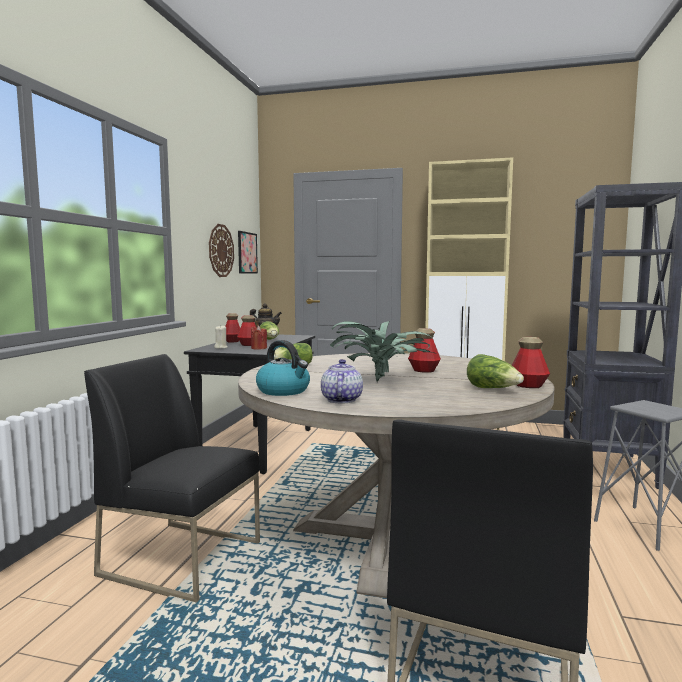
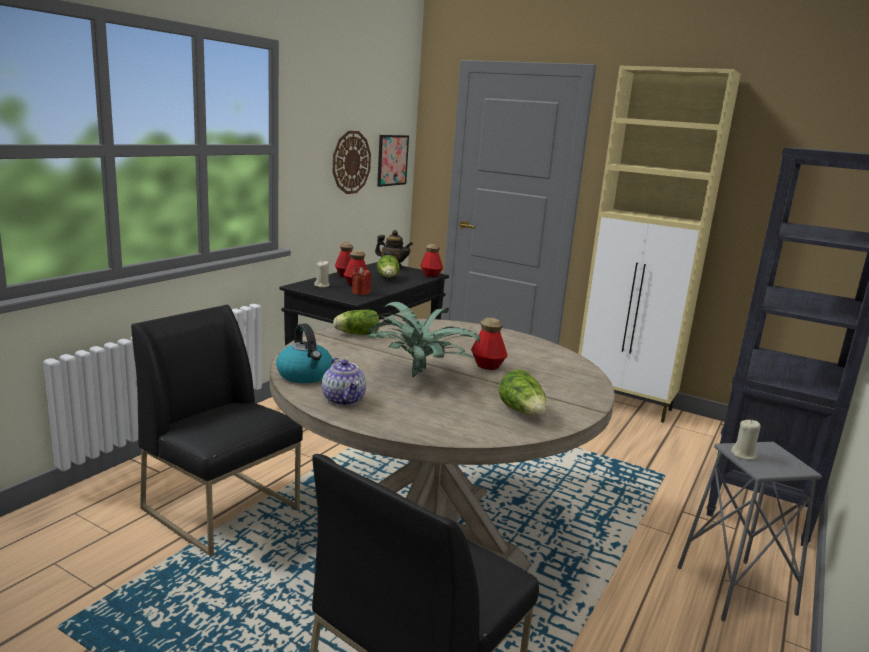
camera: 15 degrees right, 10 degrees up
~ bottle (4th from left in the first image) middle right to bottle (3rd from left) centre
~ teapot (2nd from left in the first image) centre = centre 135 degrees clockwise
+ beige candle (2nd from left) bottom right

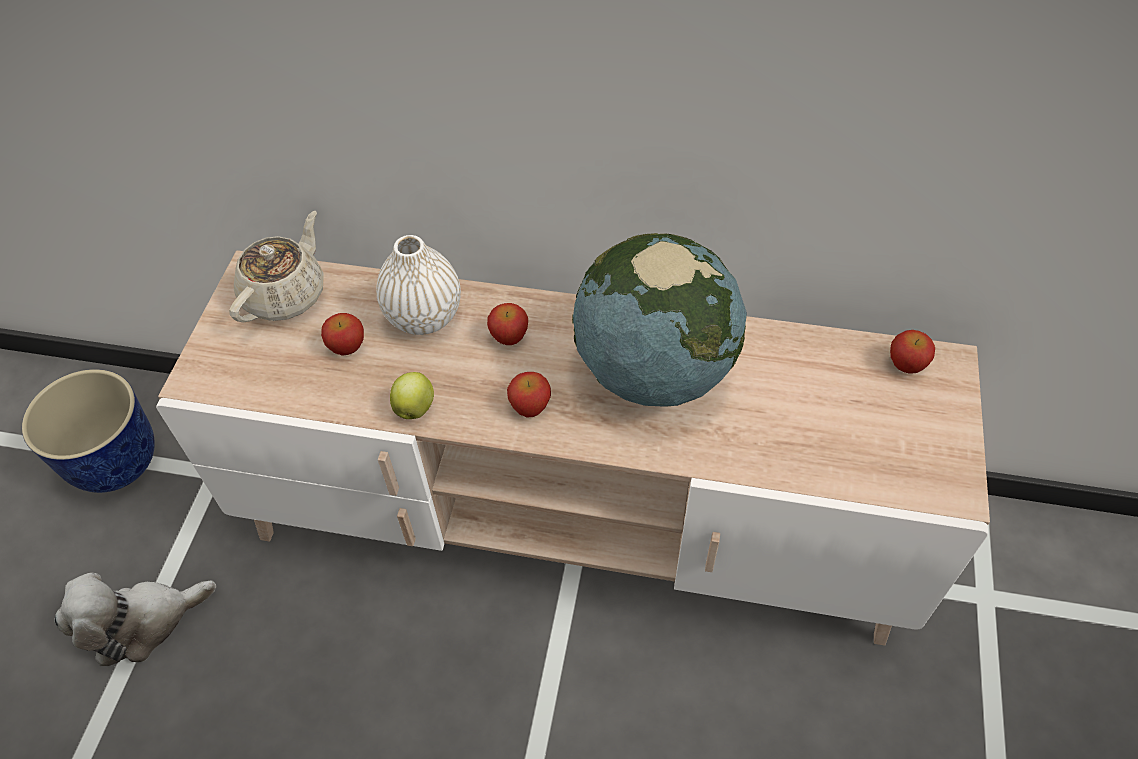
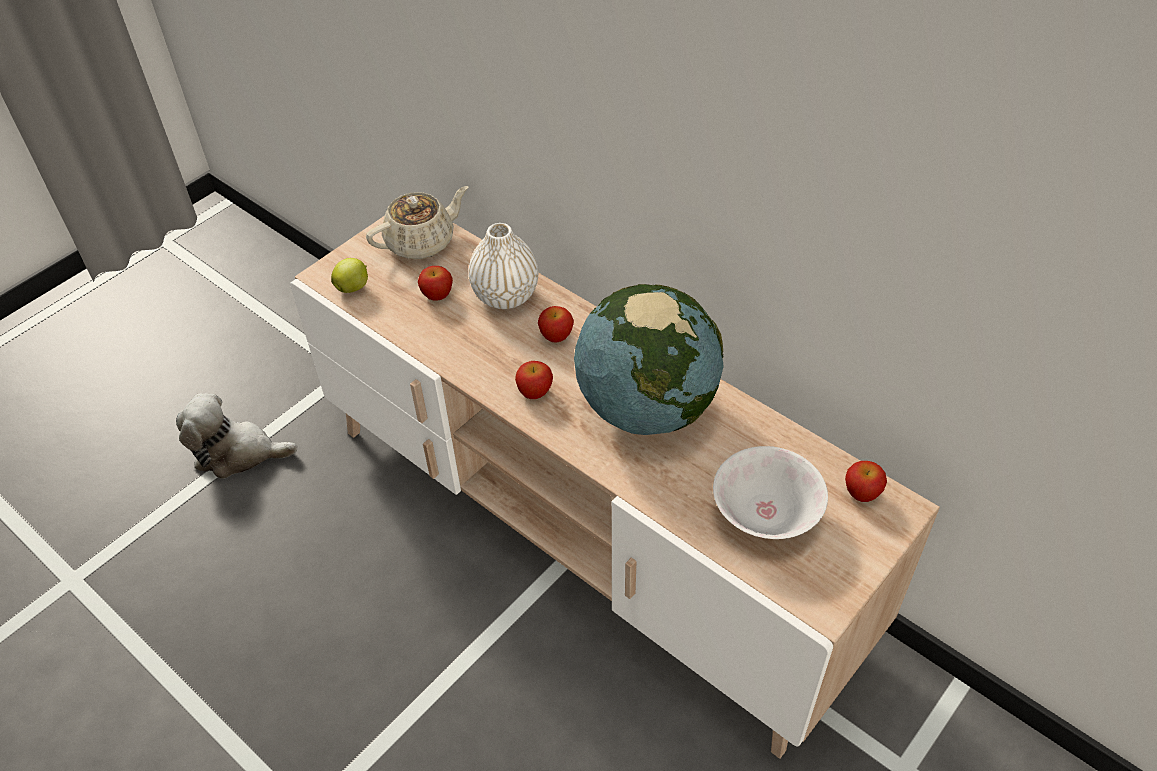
camera: 30 degrees right, 5 degrees down
- planter middle left
~ apple (2nd from left in the first image) centre to apple (1st from left) middle left
+ white bowl centre

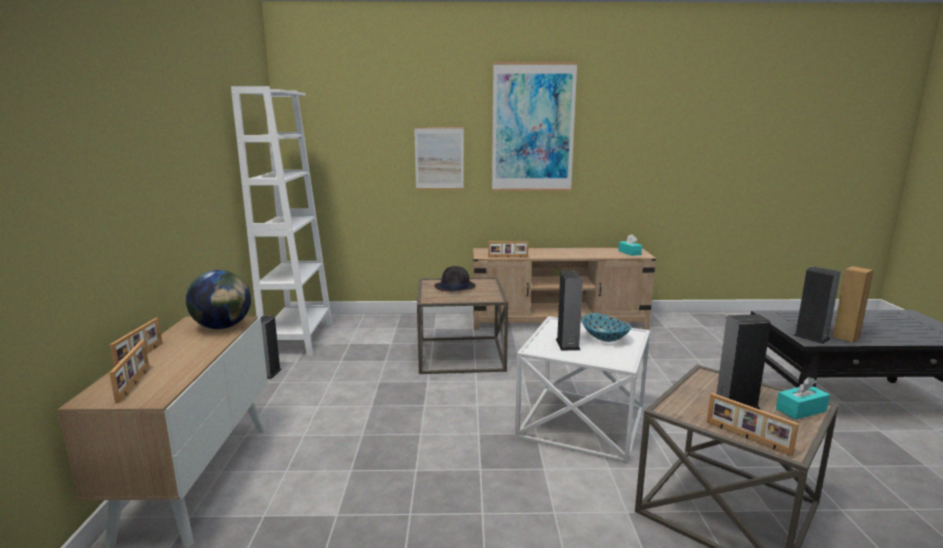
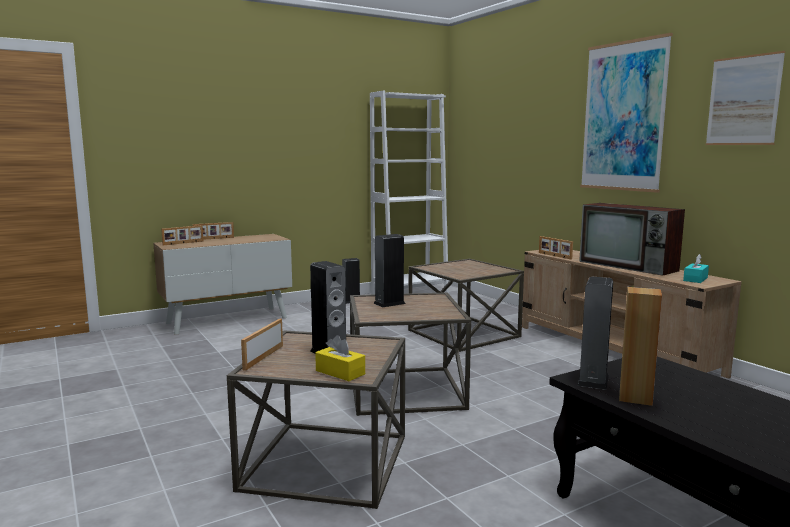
camera: 60 degrees right, 5 degrees down
~ picture (1st from left in the first image) top centre to picture (2nd from left) top right
- black hat centre
- globe middle left
- bowl centre
~ white side table bottom centre to brown side table (2nd from left) bottom centre
~ turquoise tissue box (2nd from left) bottom right to yellow tissue box bottom centre
+ television middle right

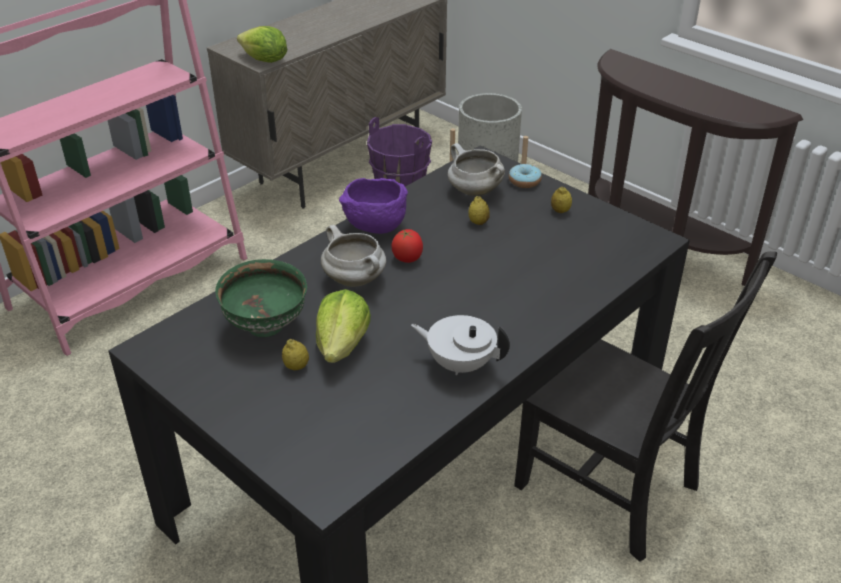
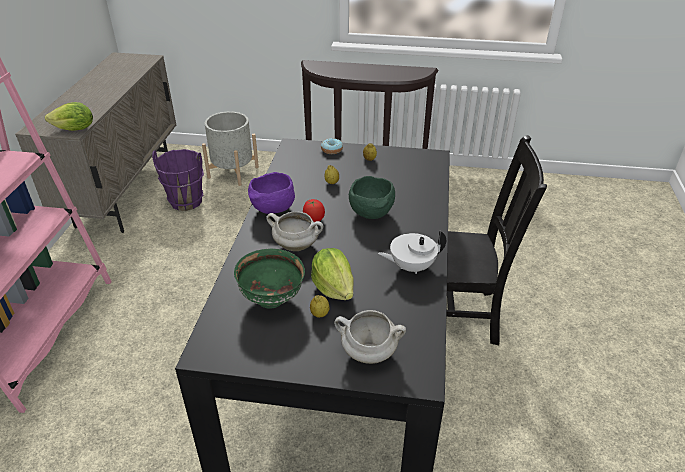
camera: 35 degrees left, 0 degrees up
~ white cooking pot (2nd from left) top centre to bottom centre
+ green bowl (2nd from left) centre

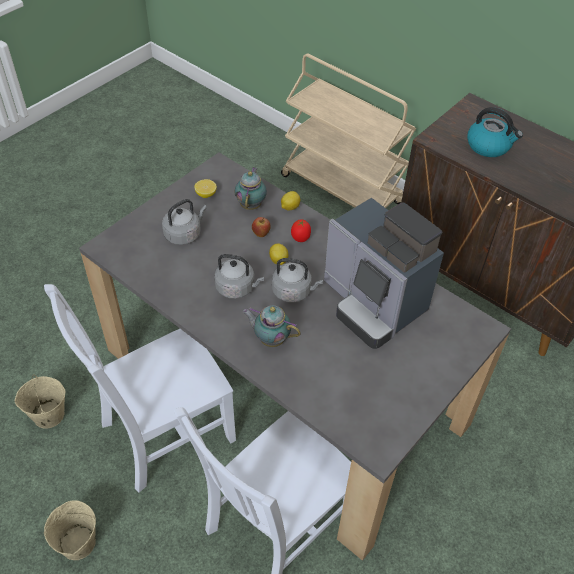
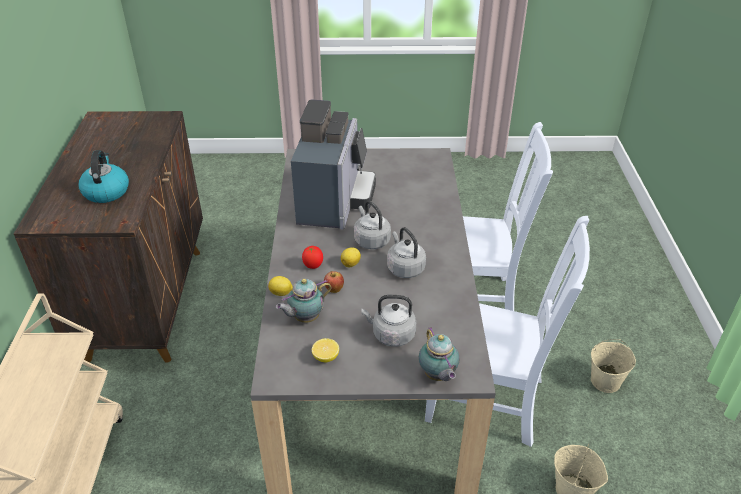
camera: 130 degrees left, 10 degrees down
~ teapot (2nd from left) centre to bottom centre

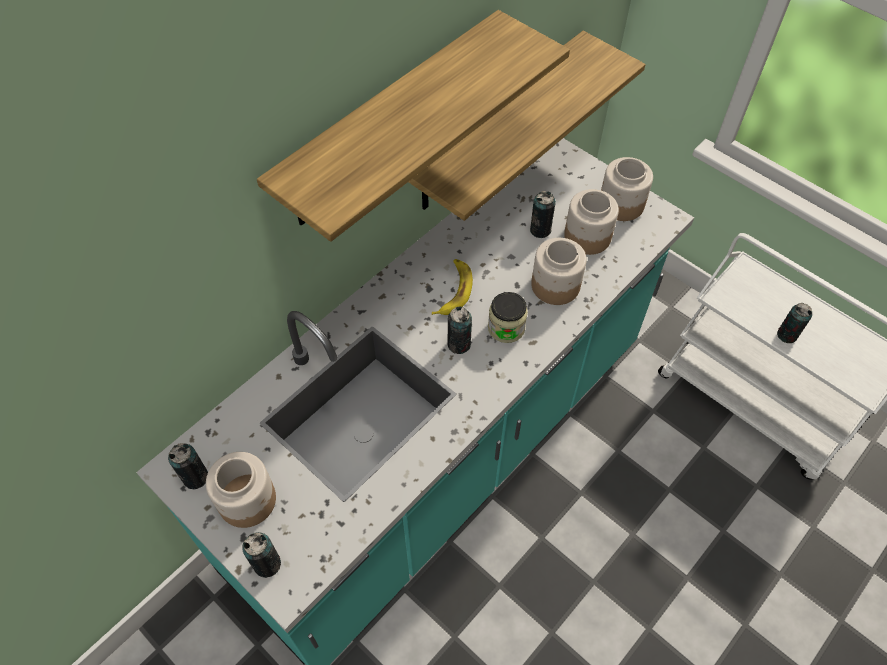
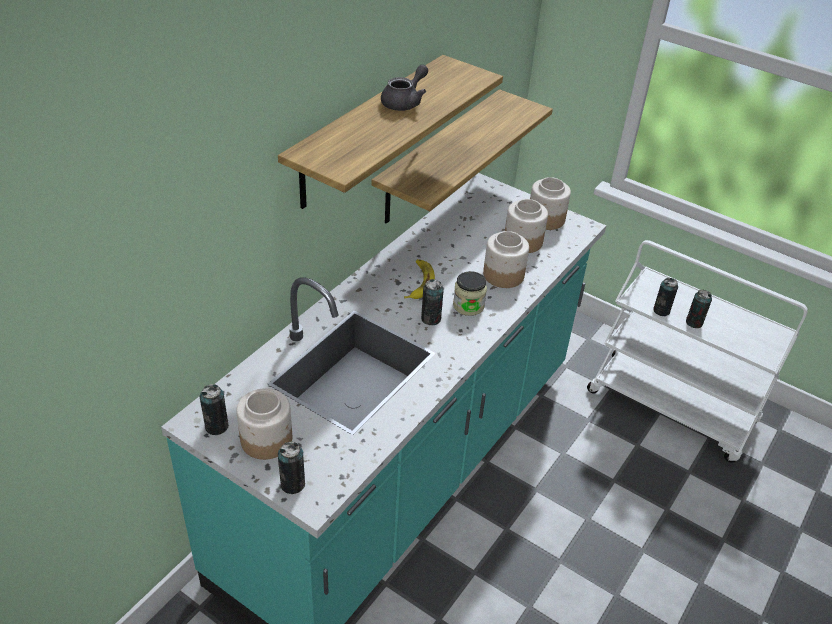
camera: 10 degrees left, 15 degrees down
~ can (4th from left) top centre to middle right
+ grey teapot top centre

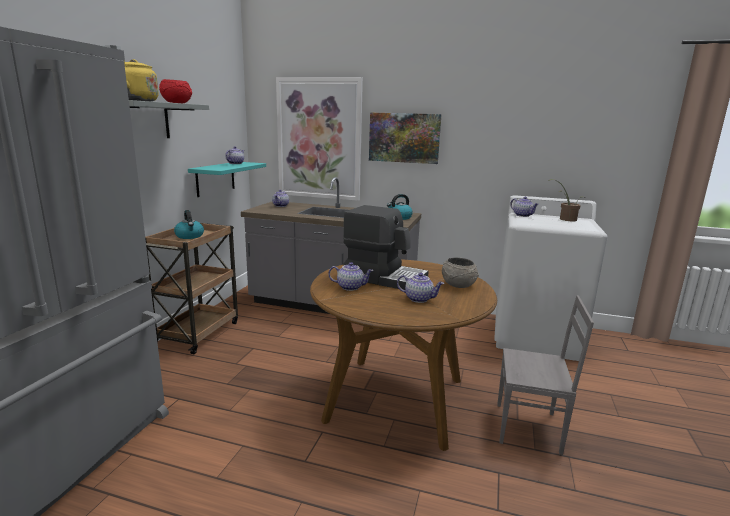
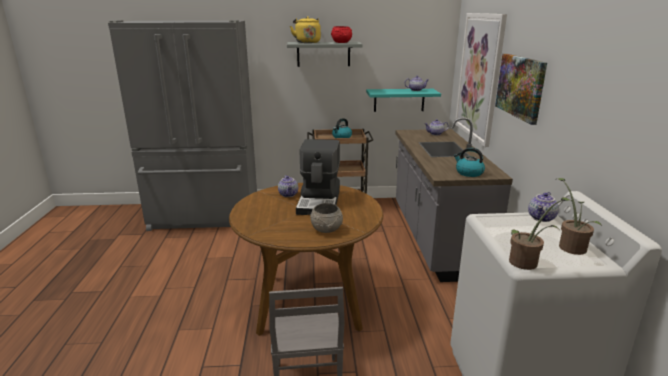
camera: 70 degrees right, 5 degrees up
- teapot (4th from left) centre
+ potted plant (1st from left) middle right

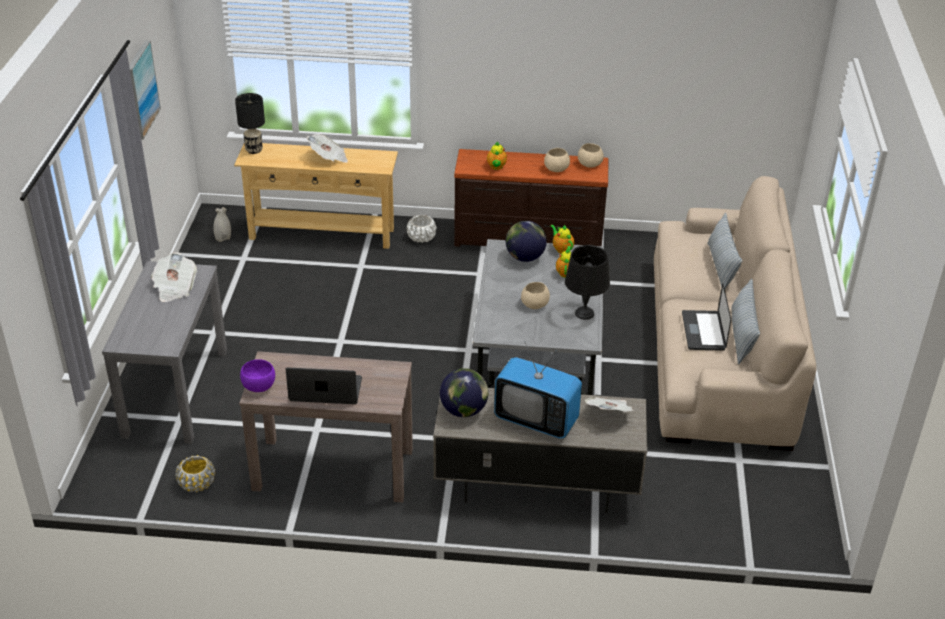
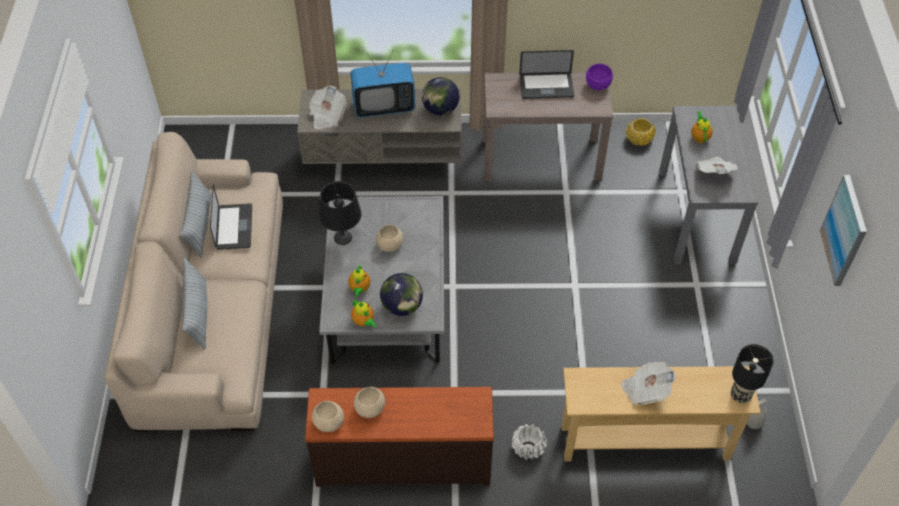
camera: 175 degrees right, 15 degrees up
~ teapot (1st from left in the first image) top centre to teapot (3rd from left) top right
~ television centre = top centre 150 degrees clockwise

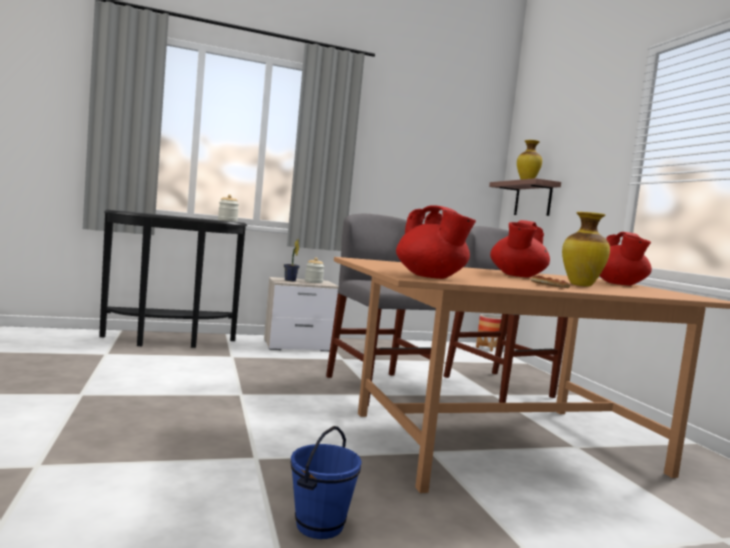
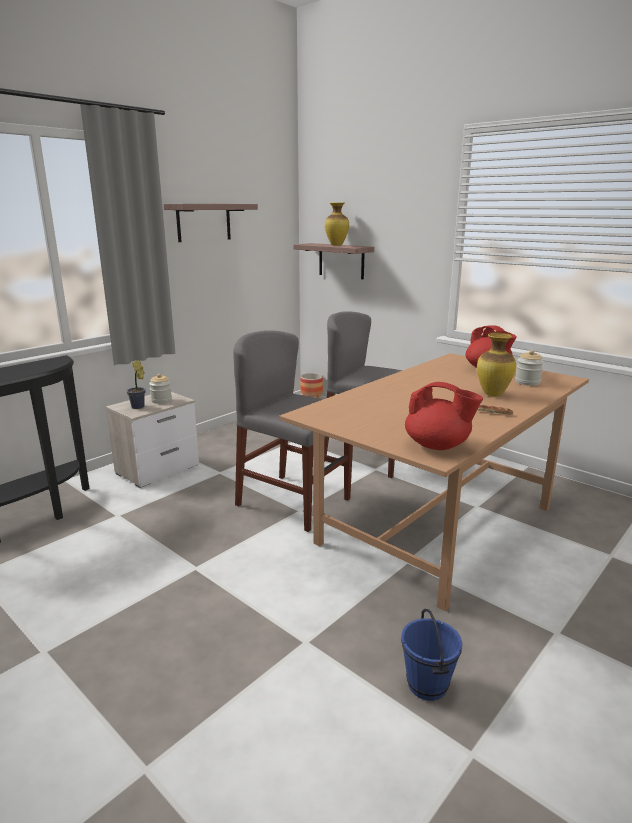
camera: 30 degrees left, 15 degrees up
~ jar (1st from left in the first image) middle left to jar (2nd from left) middle right
- red teapot (2nd from left) middle right
+ shelf (1st from left) top centre

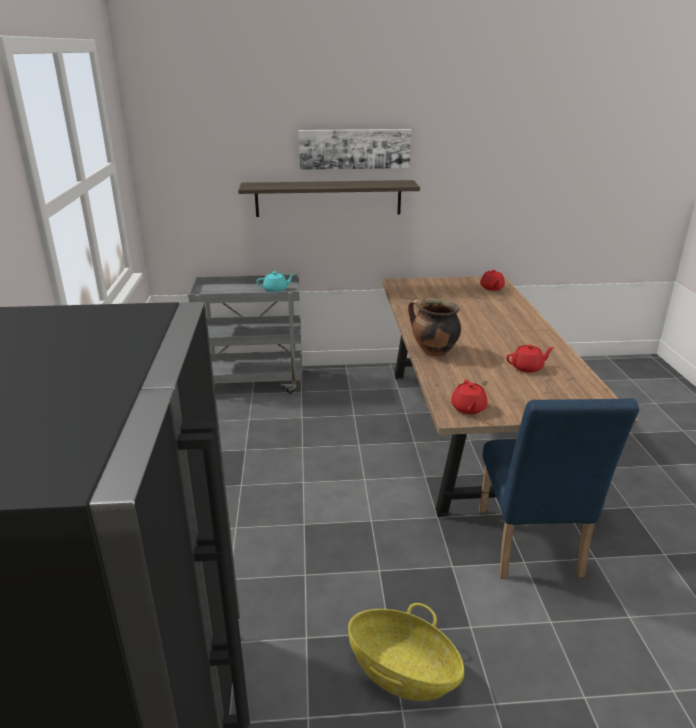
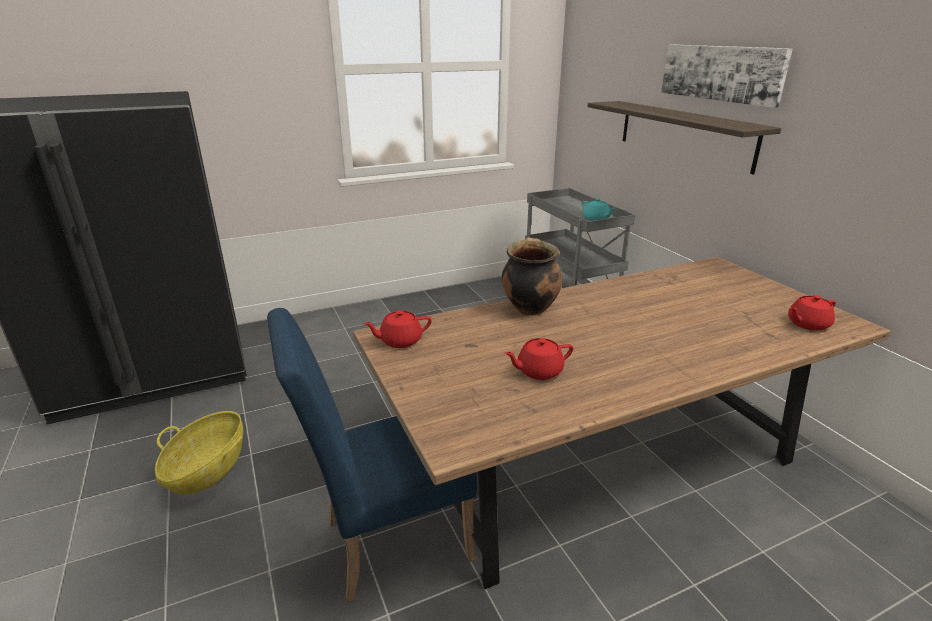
camera: 70 degrees right, 0 degrees up
~ red teapot (3rd from left in the first image) middle right = centre 105 degrees clockwise

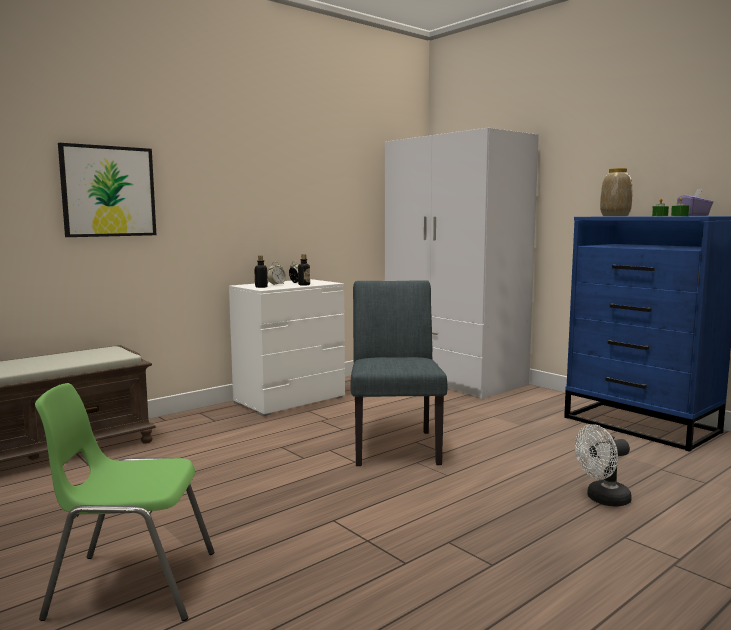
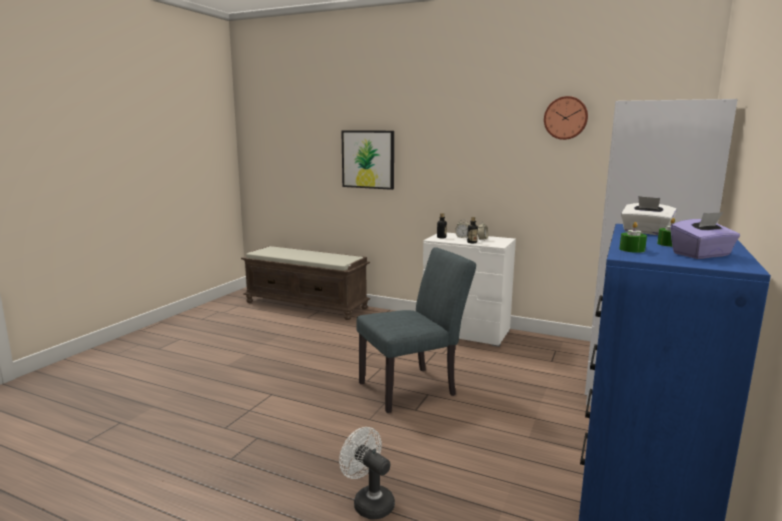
camera: 65 degrees right, 5 degrees up
~ vase top right to white tissue box middle right
- green chair bottom left
+ wall clock top right

